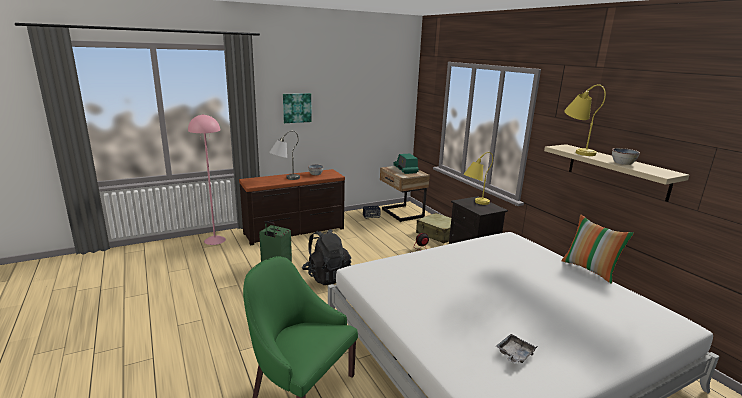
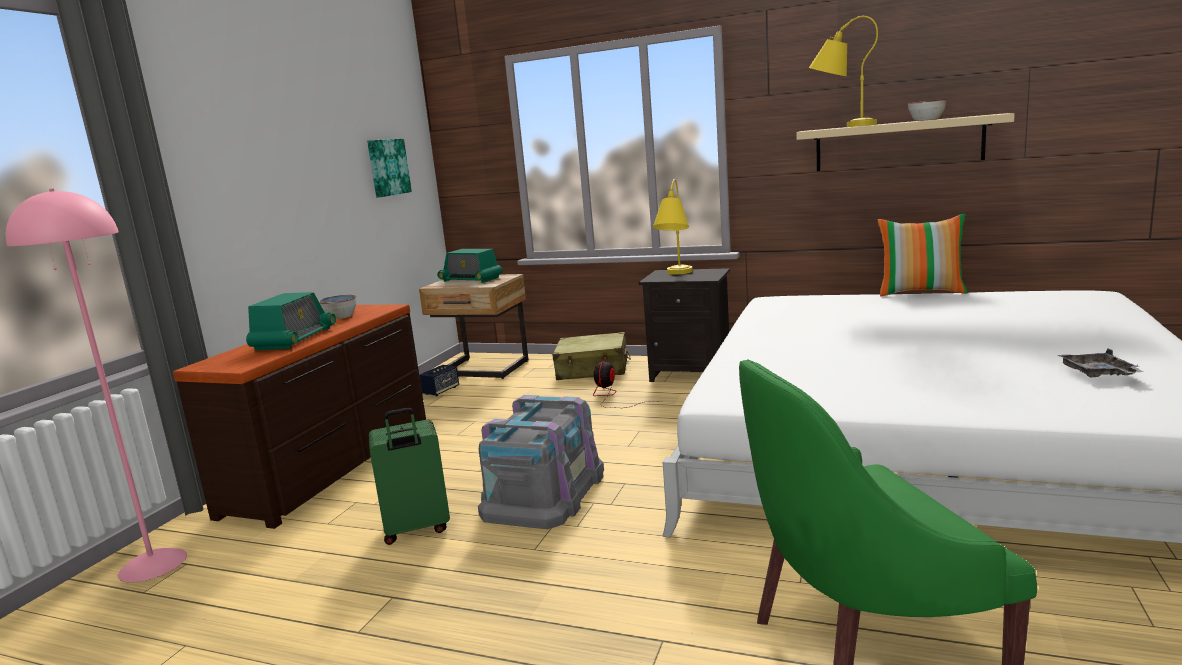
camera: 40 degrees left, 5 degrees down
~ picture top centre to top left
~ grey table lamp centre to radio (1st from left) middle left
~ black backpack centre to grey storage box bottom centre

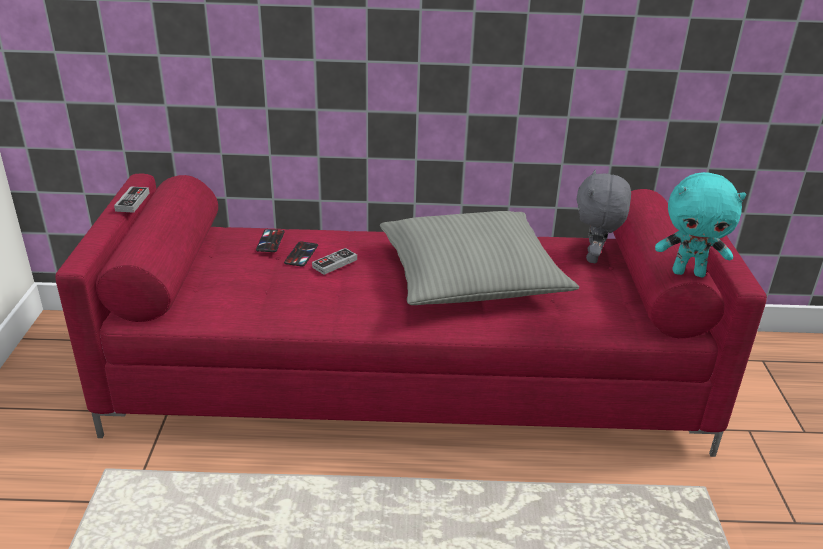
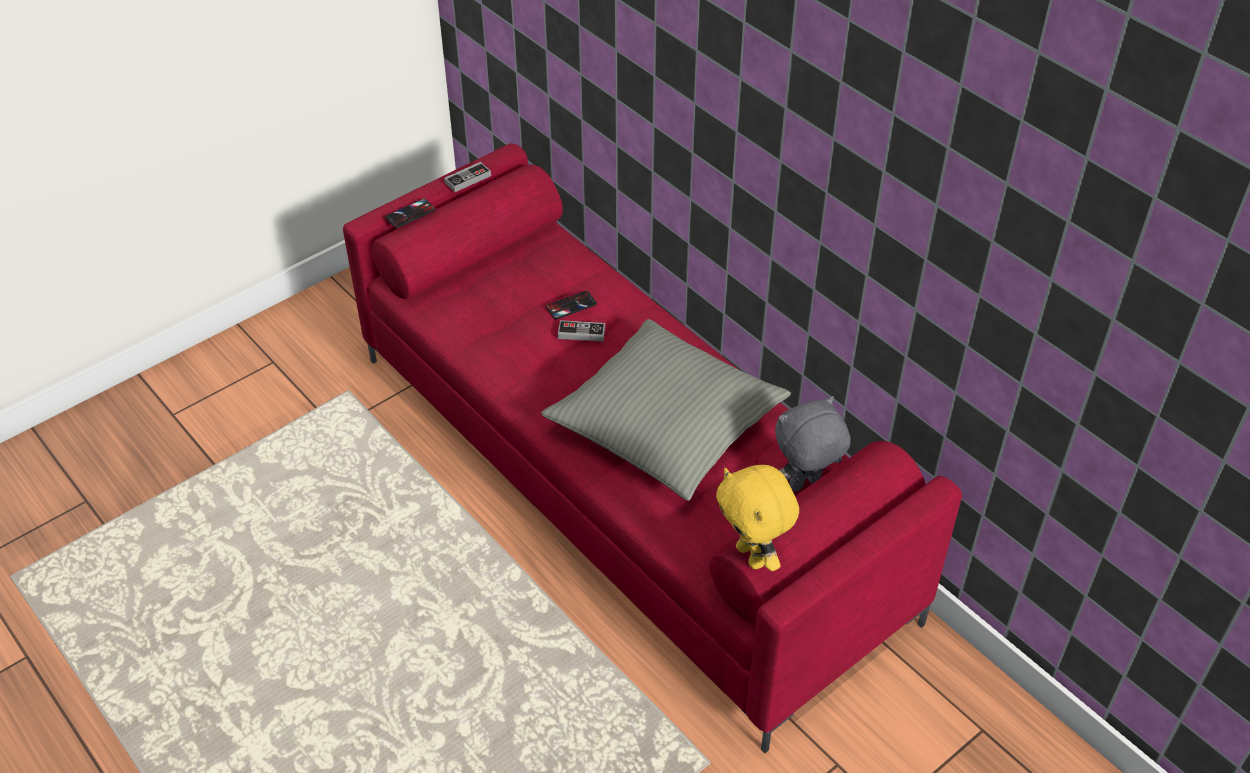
camera: 50 degrees right, 15 degrees up
~ turquoise plush toy middle right to yellow plush toy bottom centre
~ phone (1st from left) middle left to top left

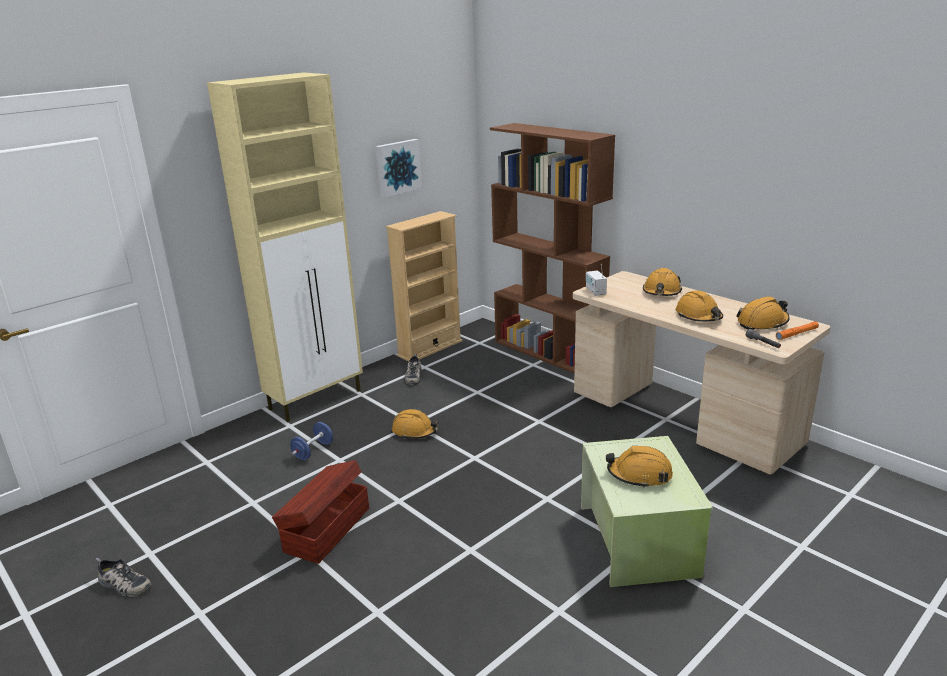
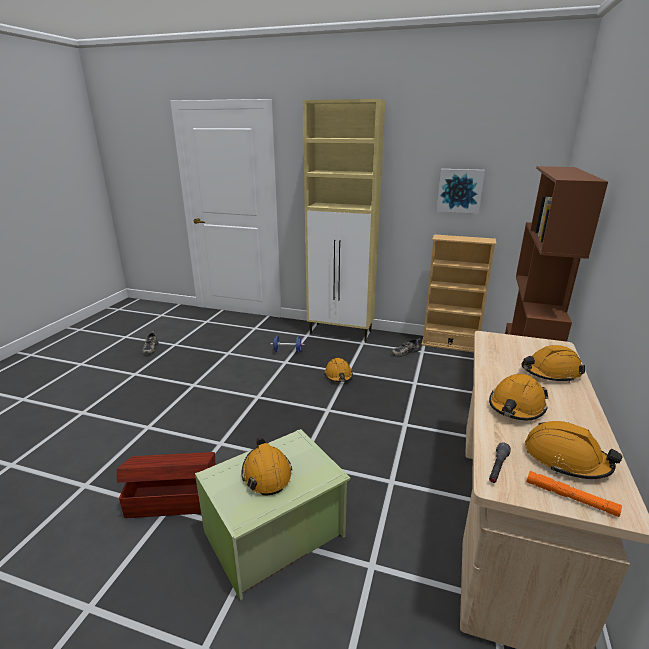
camera: 60 degrees right, 0 degrees up
- radio centre
~ brown storage box bottom centre to bottom left

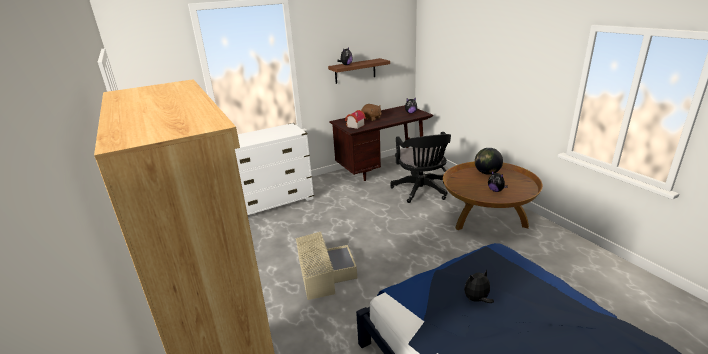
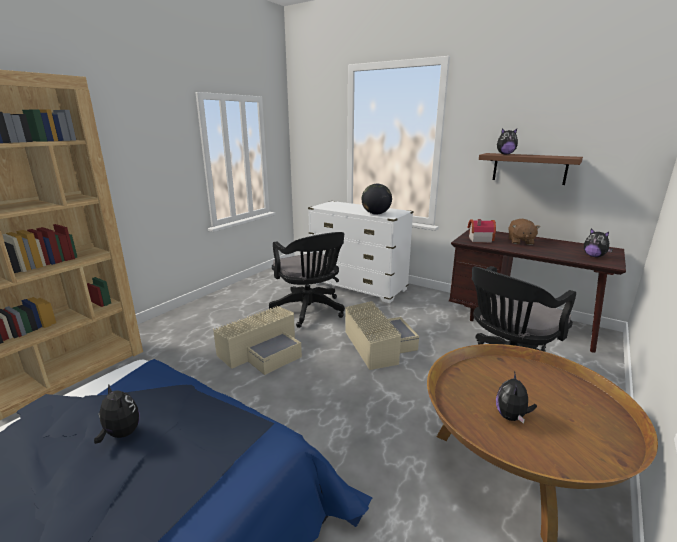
camera: 60 degrees right, 5 degrees down
~ globe middle right to centre
+ black office chair (1st from left) centre
+ beige storage box (2nd from left) centre

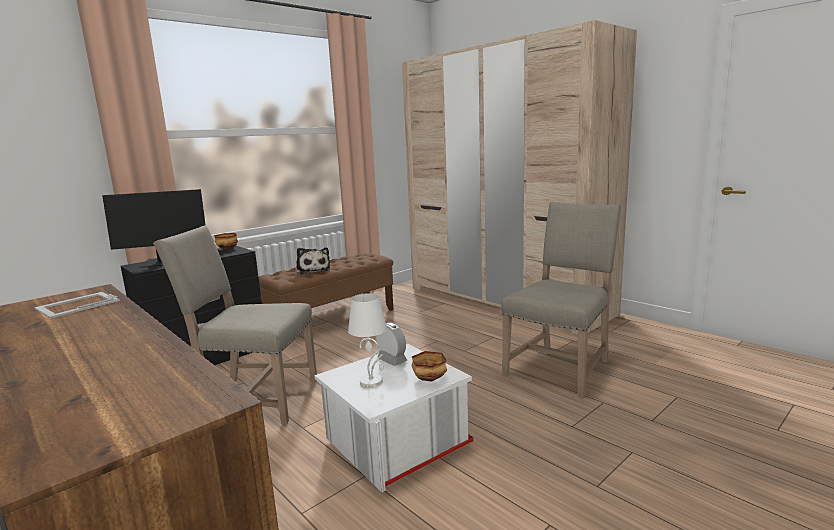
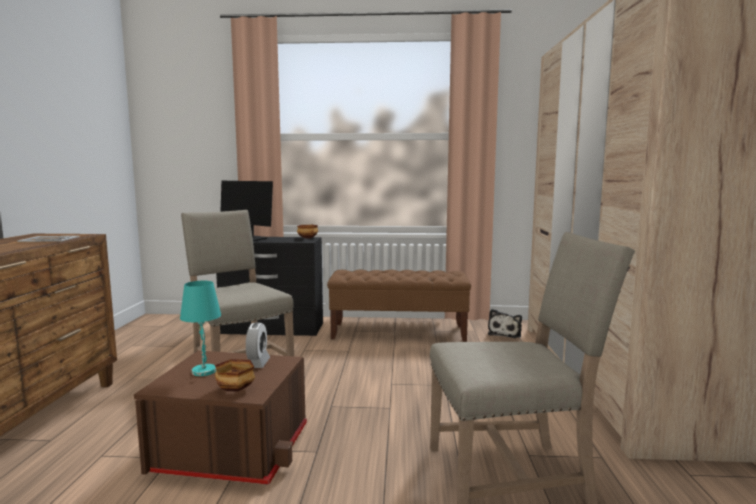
camera: 45 degrees right, 5 degrees down
~ plush toy centre to middle right
~ white table lamp centre to turquoise table lamp middle left
~ white storage box bottom centre to brown storage box bottom left

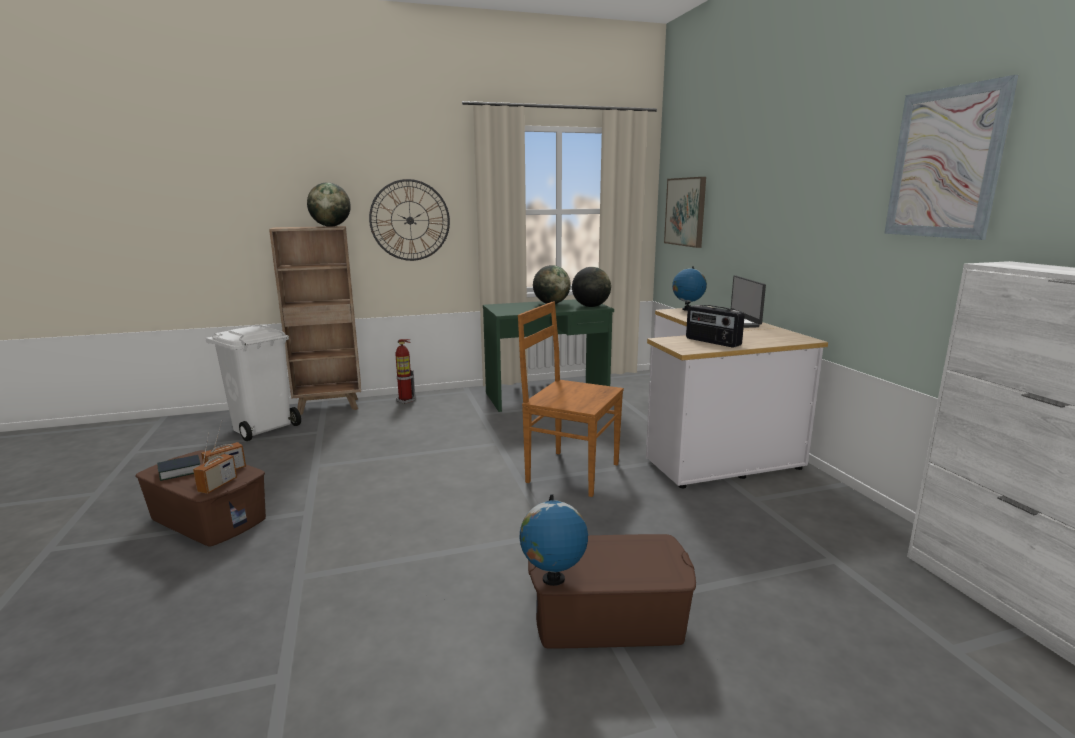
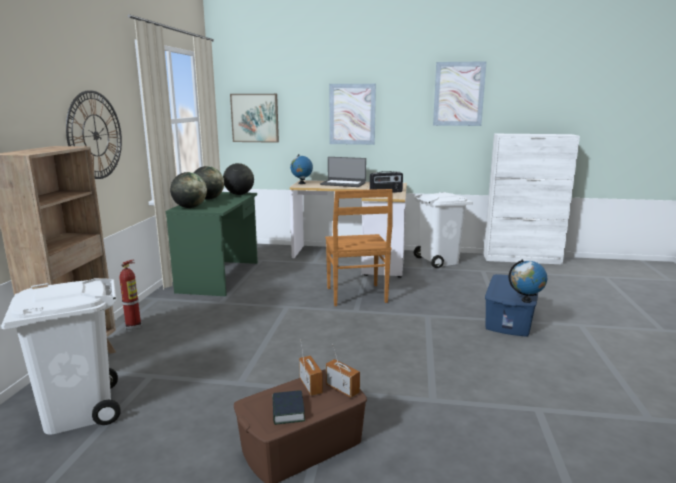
camera: 65 degrees left, 0 degrees up
~ globe (1st from left) top left to middle left
~ brown chair centre = centre 60 degrees counterclockwise
~ brown storage box (2nd from left) bottom centre to blue storage box middle right
+ picture (2nd from left) top centre
+ white trash can (2nd from left) centre

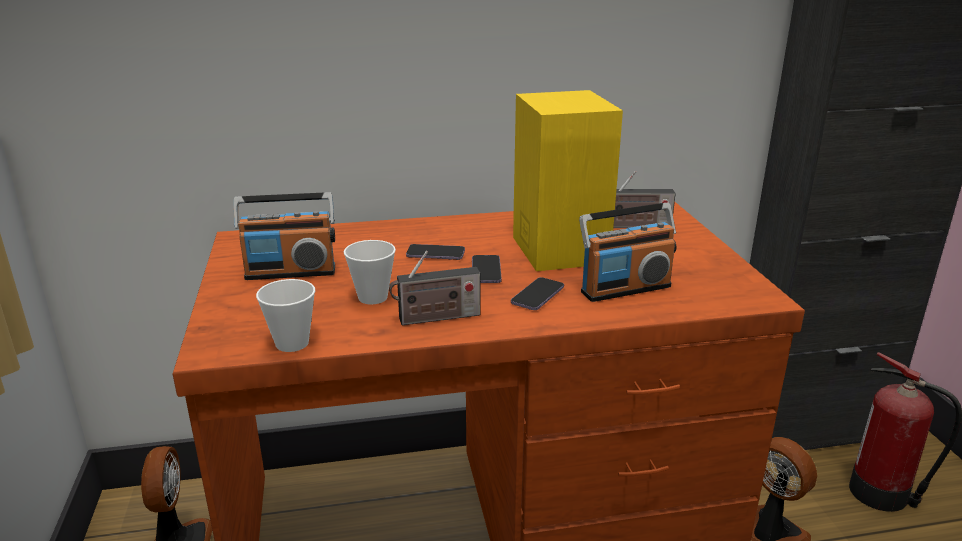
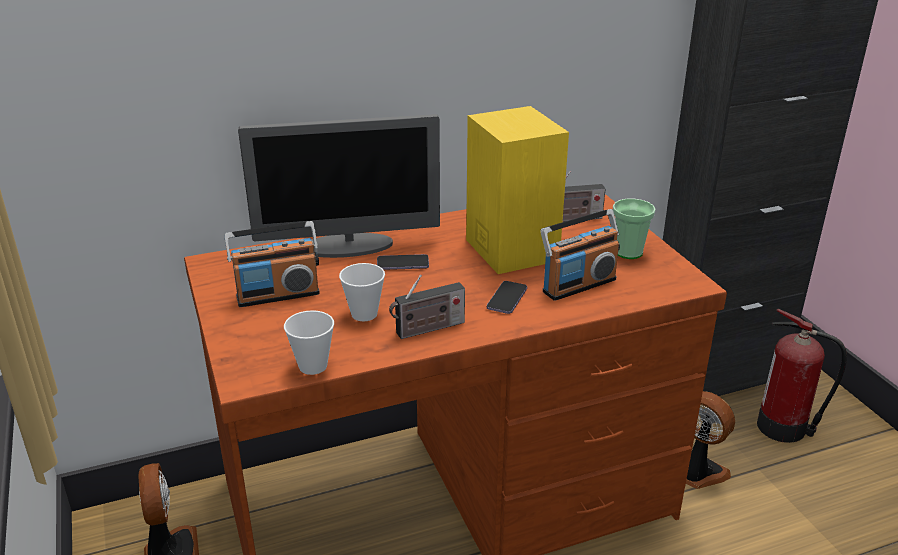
camera: 10 degrees left, 5 degrees up
- phone (2nd from left) centre
+ monitor centre
+ cup (3rd from left) middle right

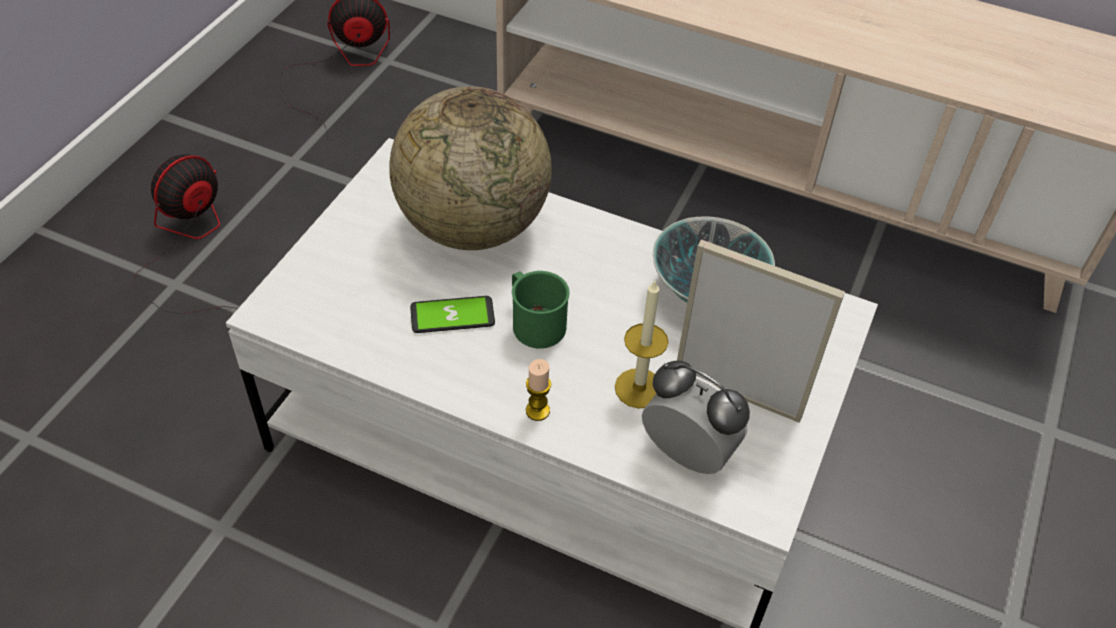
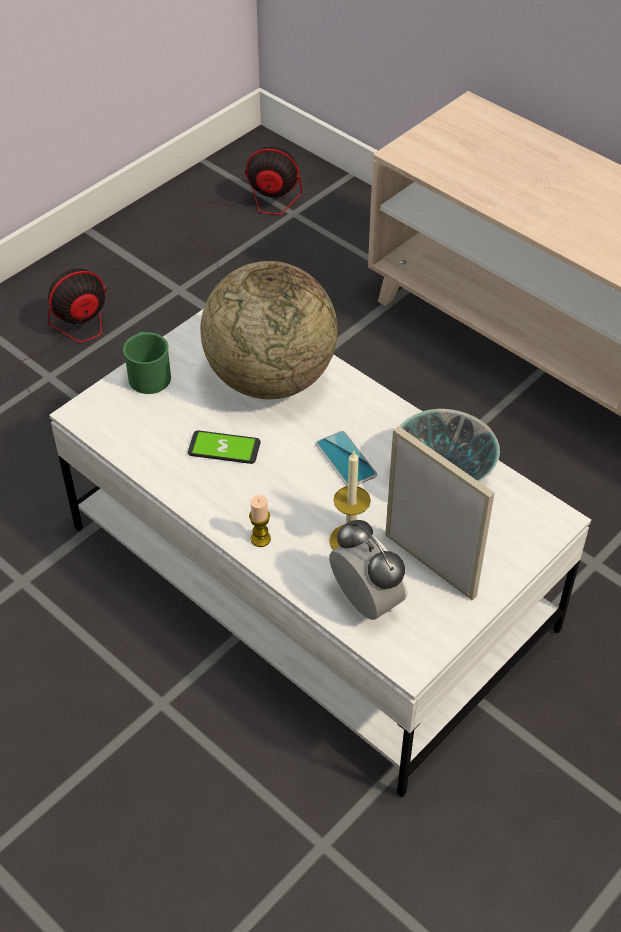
camera: 20 degrees right, 0 degrees up
~ green mug centre to middle left
+ phone (2nd from left) centre

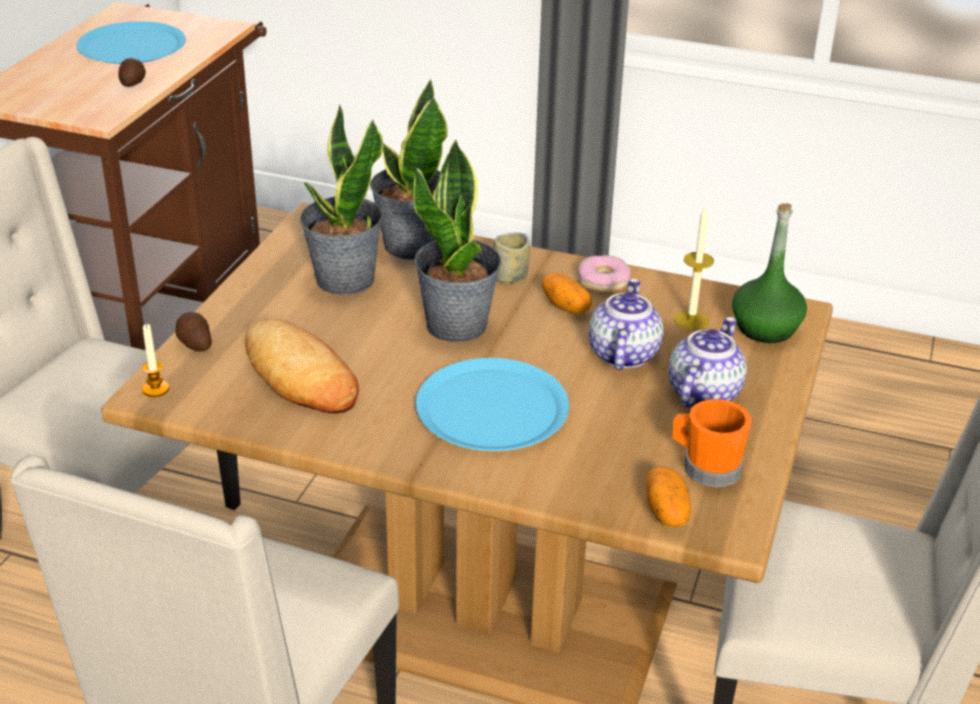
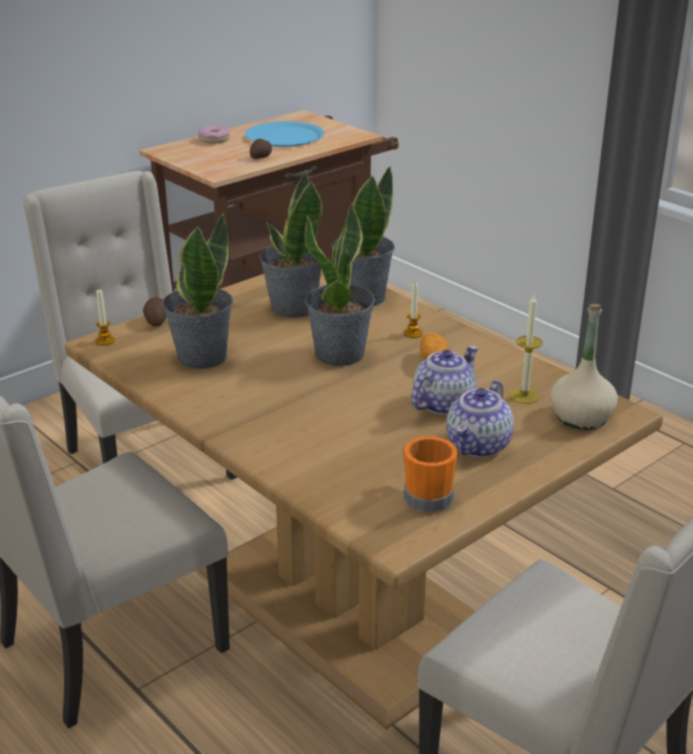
camera: 30 degrees right, 5 degrees down
~ green bottle middle right to beige bottle middle right
~ cup centre to candle (2nd from left) centre
~ donut centre to top left
~ teapot (2nd from left) middle right = middle right 150 degrees clockwise
~ bread middle left to potted plant (1st from left) middle left
- blue plate (2nd from left) centre
- potato (4th from left) bottom right

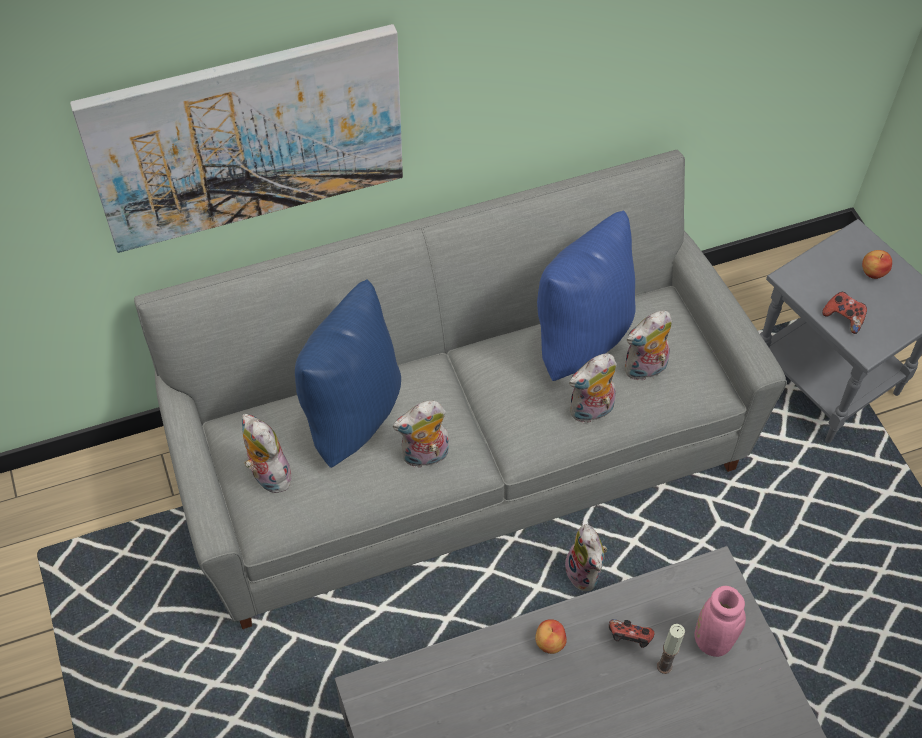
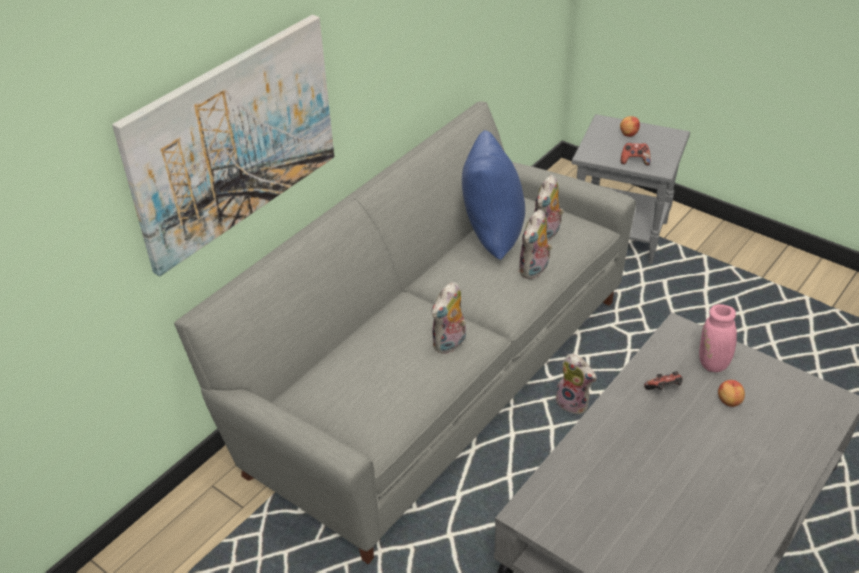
camera: 30 degrees left, 15 degrees down
- blue pillow (1st from left) centre
- plush toy (1st from left) middle left
~ apple (1st from left in the first image) bottom centre to apple (2nd from left) bottom right
- candle bottom right

